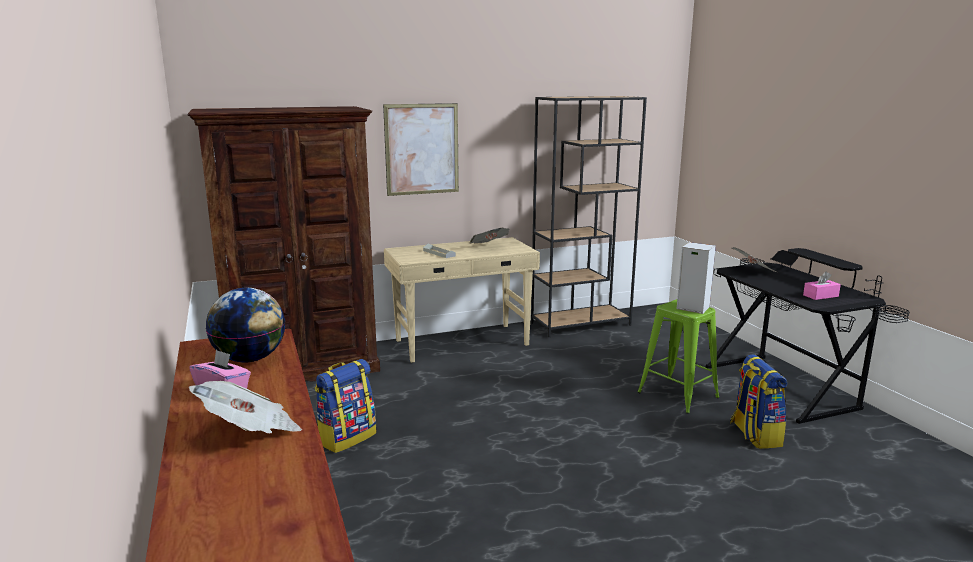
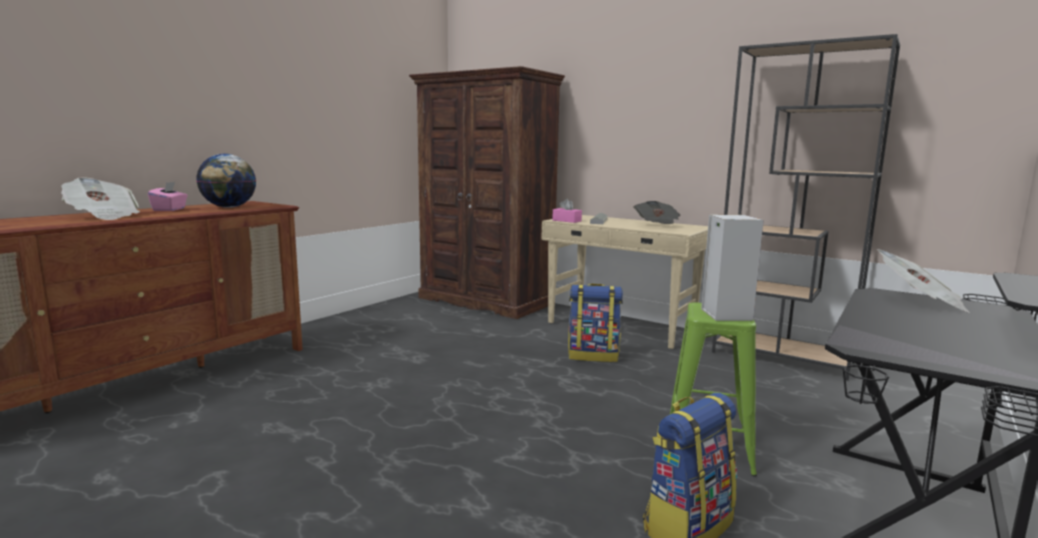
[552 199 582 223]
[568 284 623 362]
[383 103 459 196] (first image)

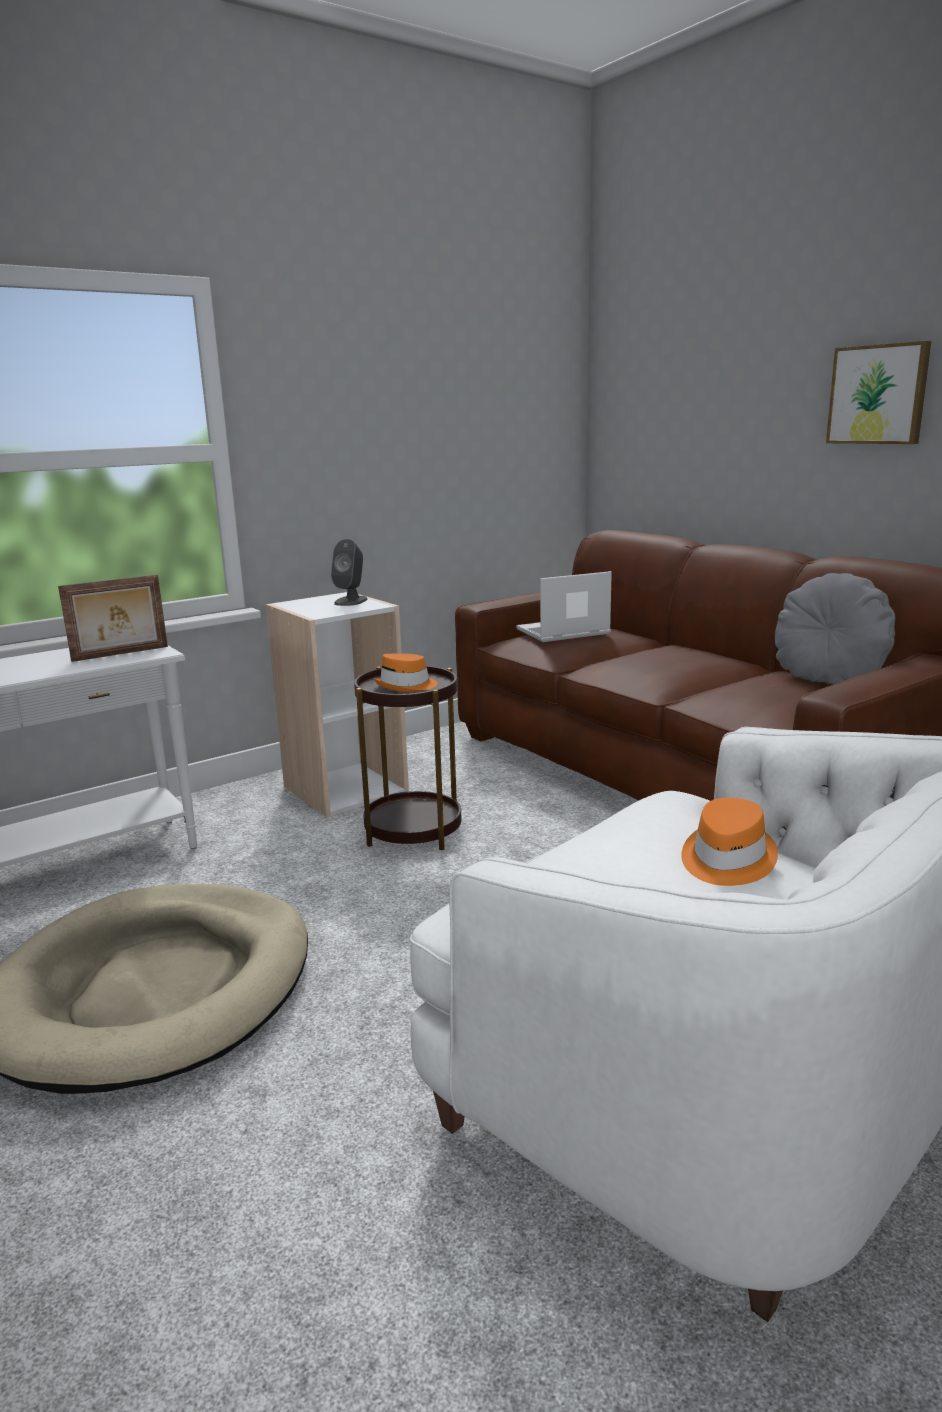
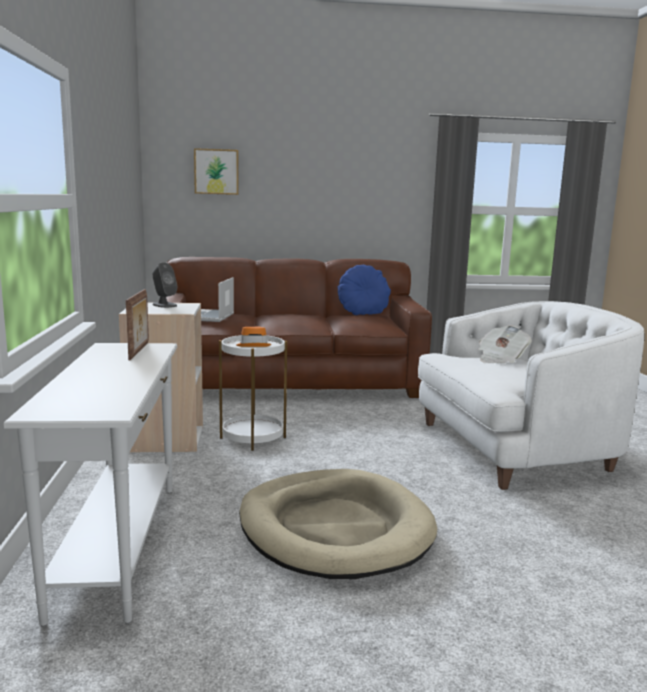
[194 148 239 195]
[219 335 287 451]
[338 265 391 315]
[478 325 532 363]

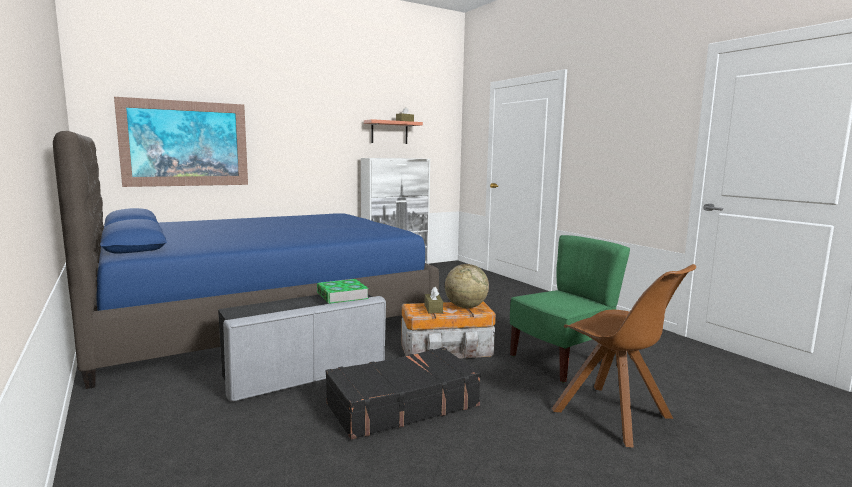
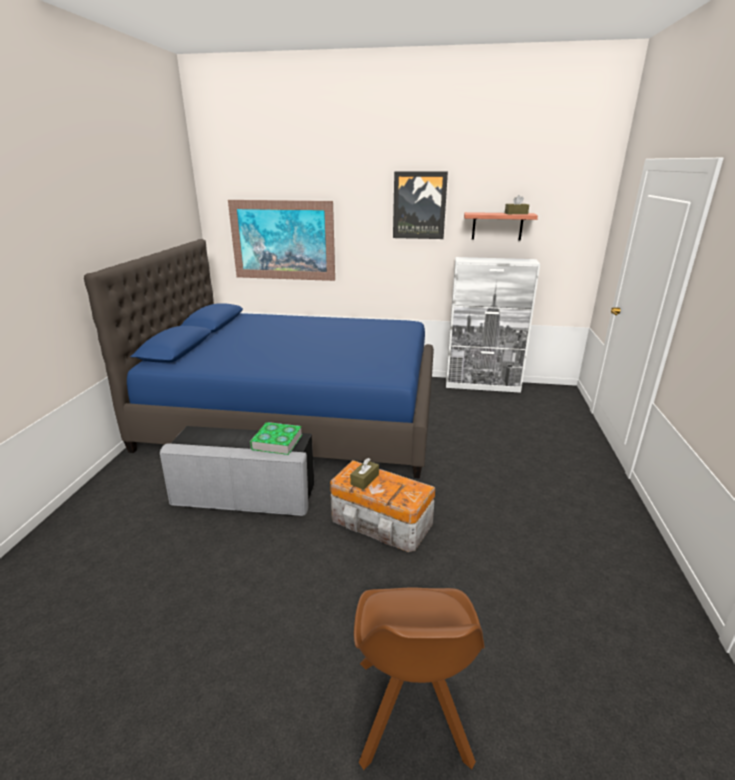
[393 171 448 239]
[326 347 481 440] (first image)
[445 264 489 308] (first image)
[510 235 630 383] (first image)

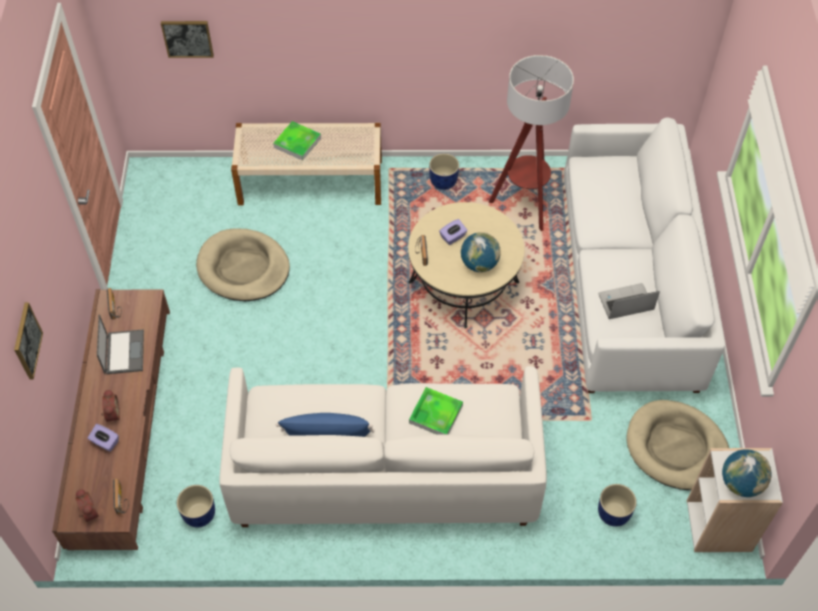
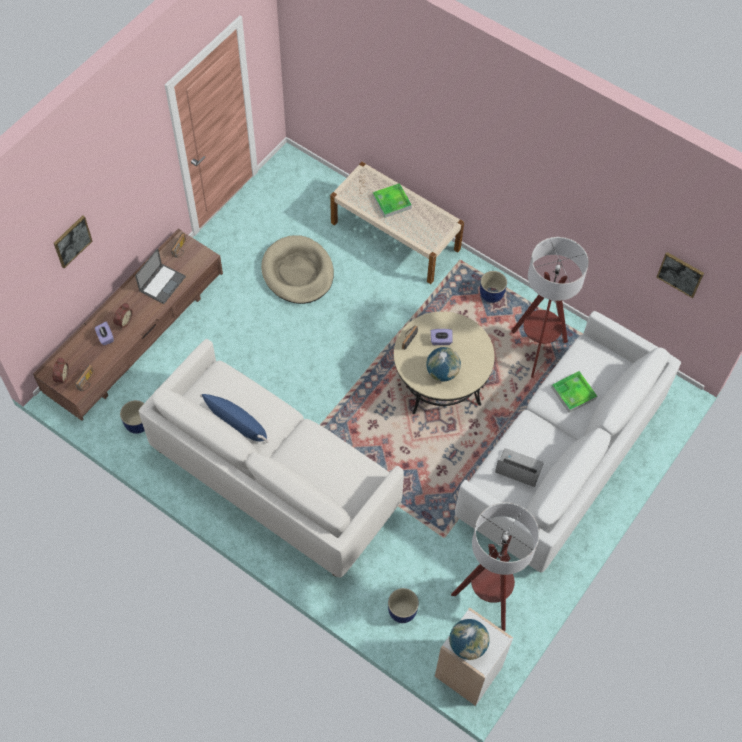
[451 502 539 631]
[551 371 597 413]
[656 252 704 298]

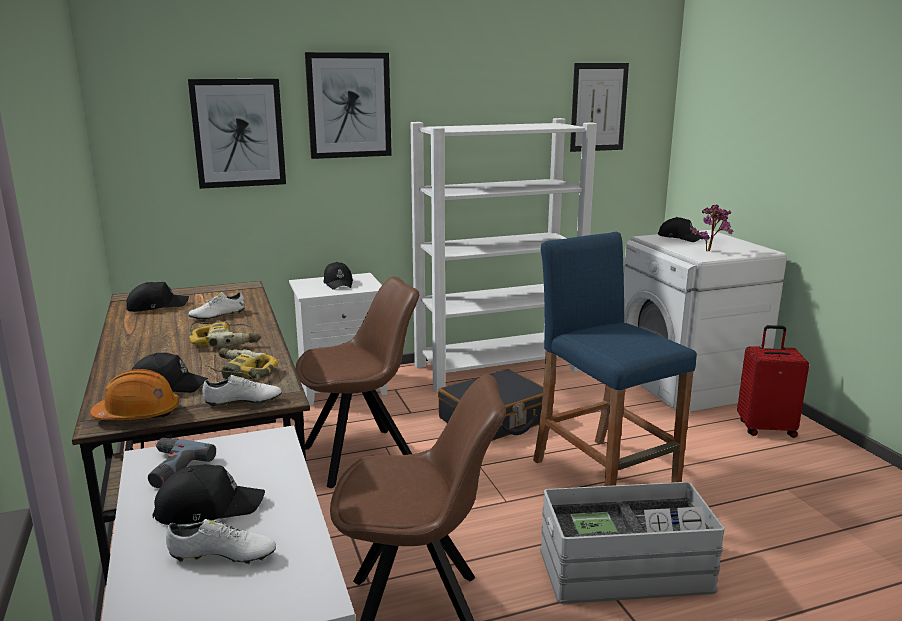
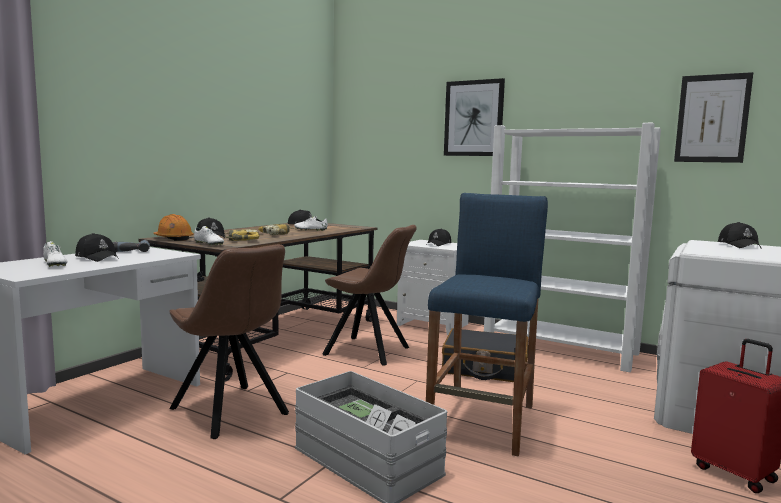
[188 79 286 189] (first image)
[691 204 733 251] (first image)

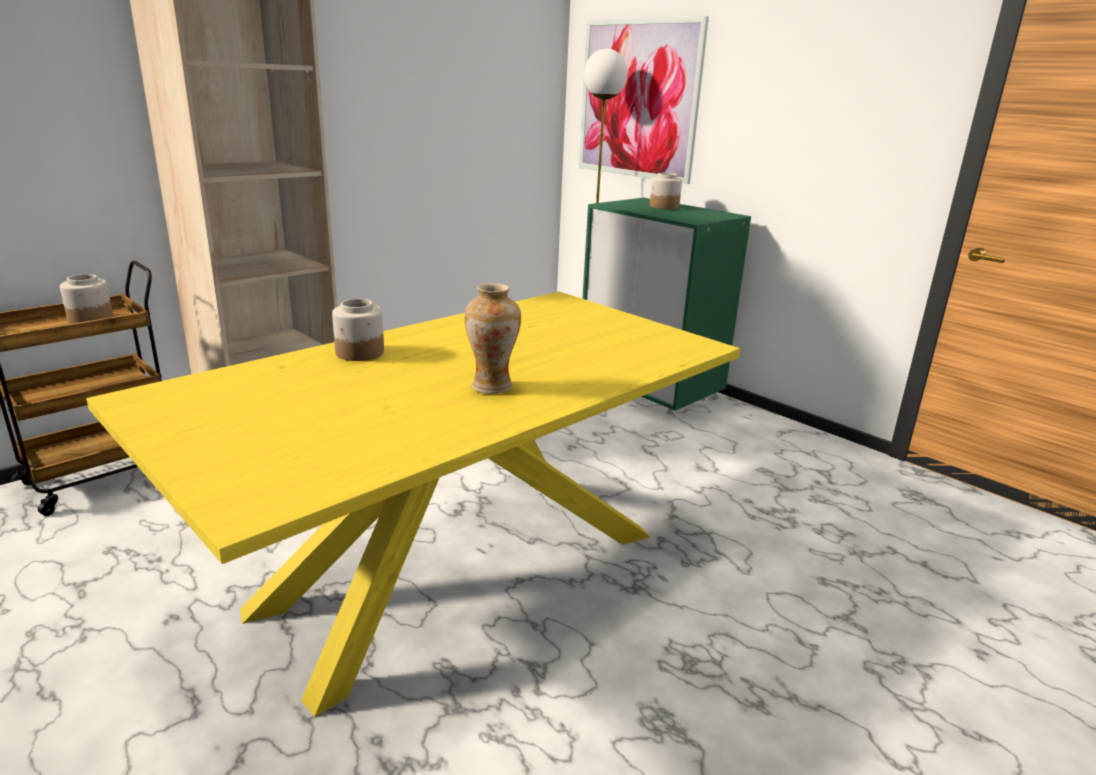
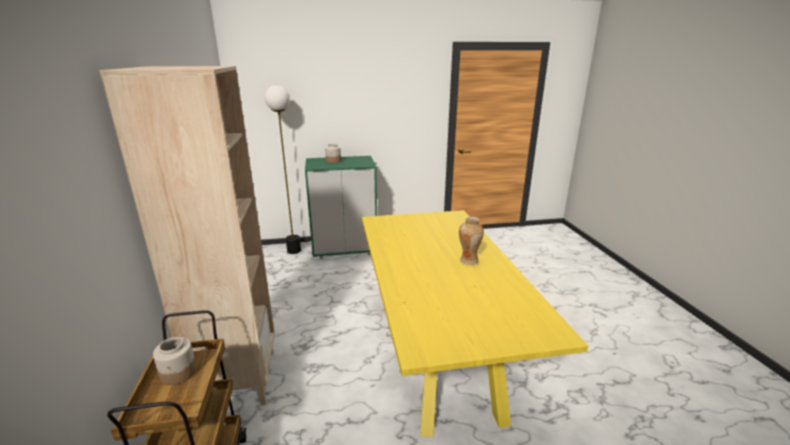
[332 299 384 361] (first image)
[579 16 709 184] (first image)

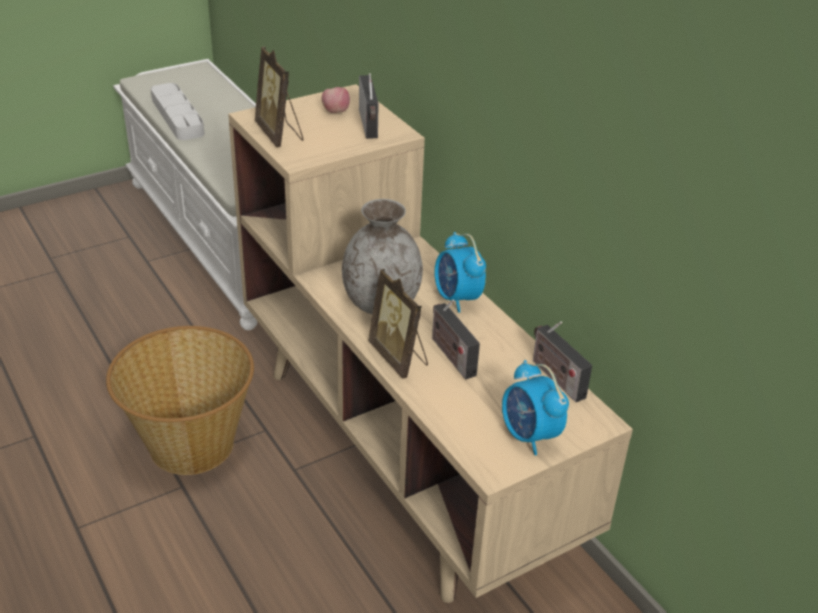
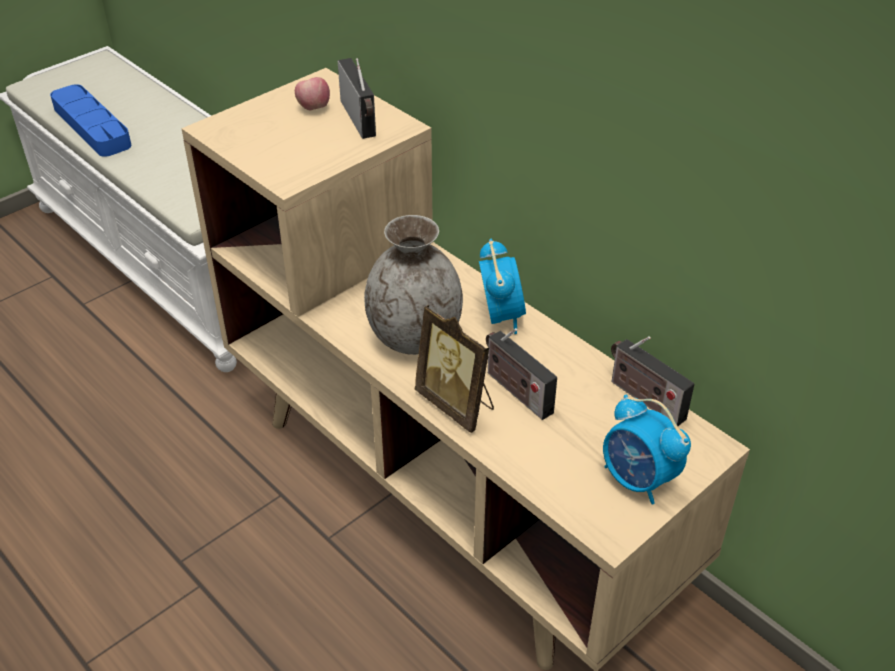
[50 84 131 157]
[479 239 526 334]
[106 326 254 475] (first image)
[255 47 304 147] (first image)

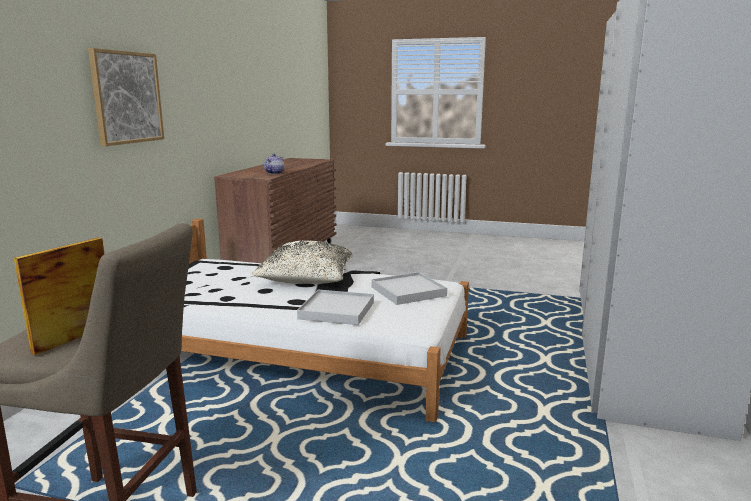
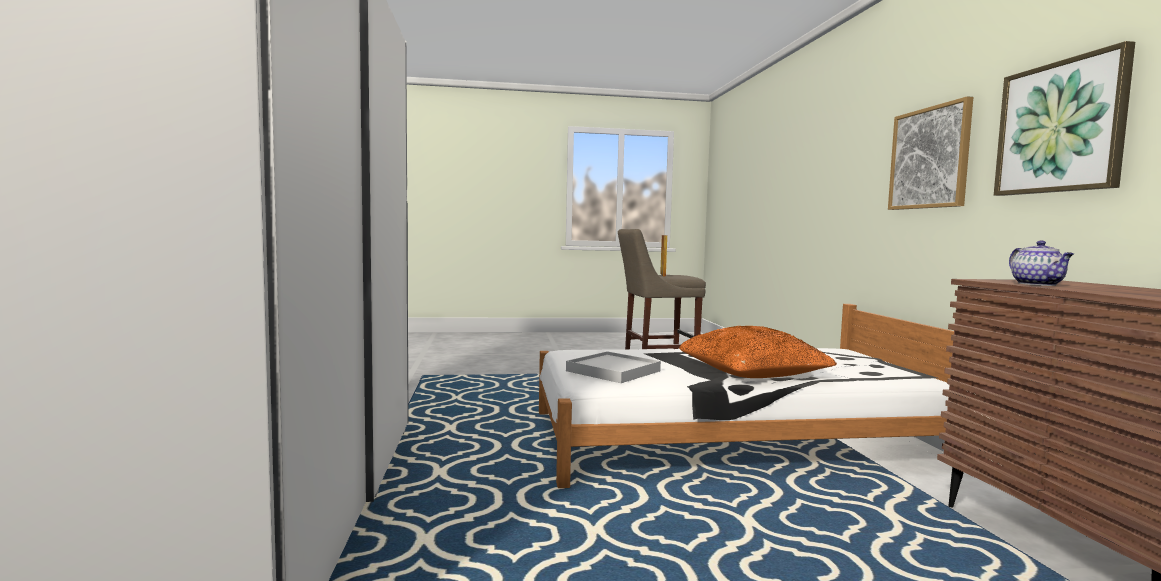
[679 326 836 378]
[994 41 1135 196]
[297 290 374 325] (first image)

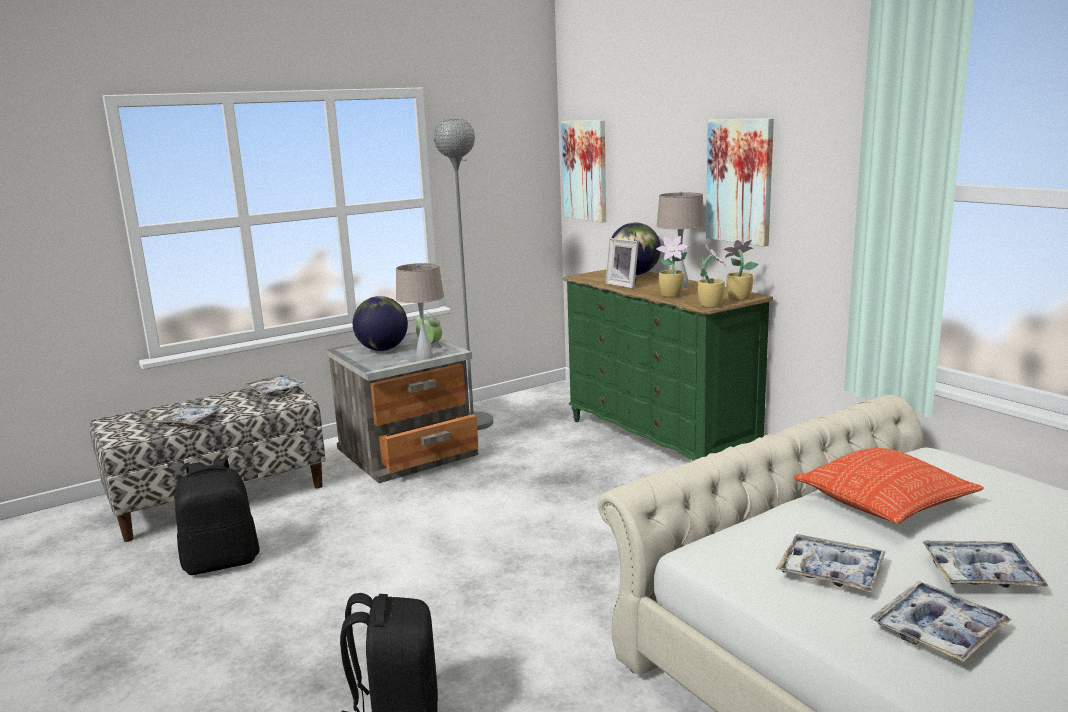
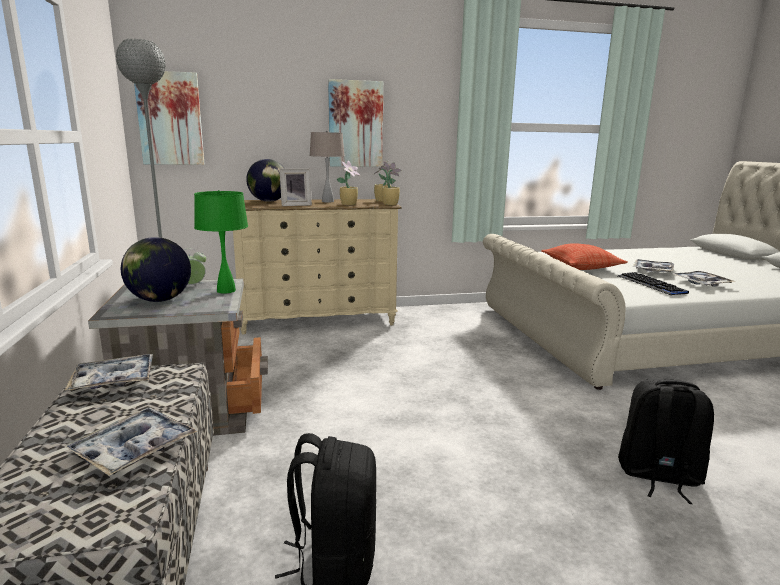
[194 190 248 294]
[233 199 402 335]
[618 272 689 295]

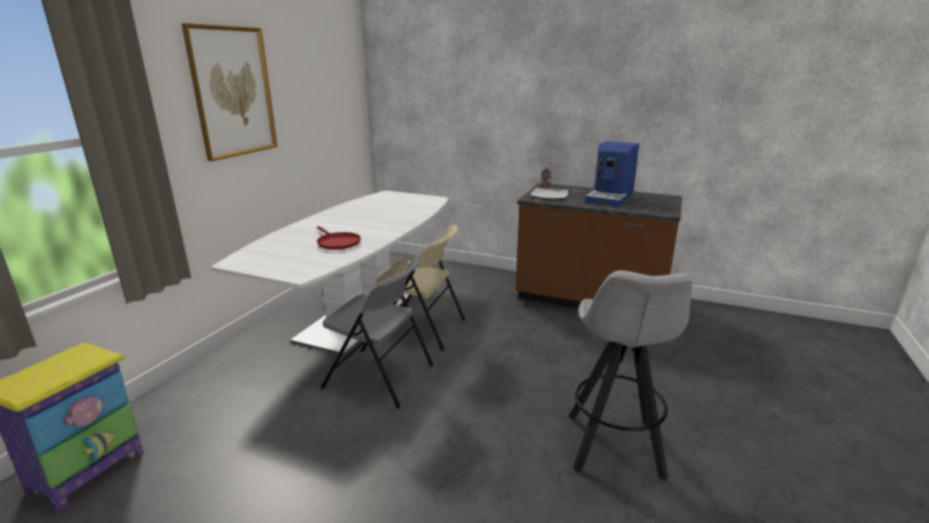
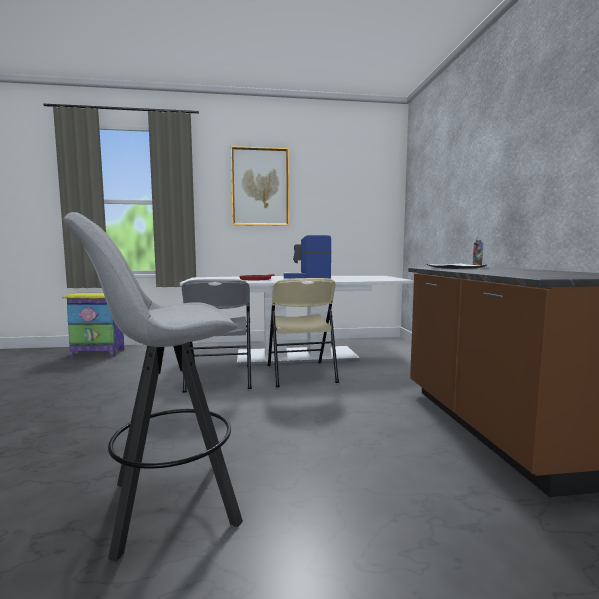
[284 235 331 279]

